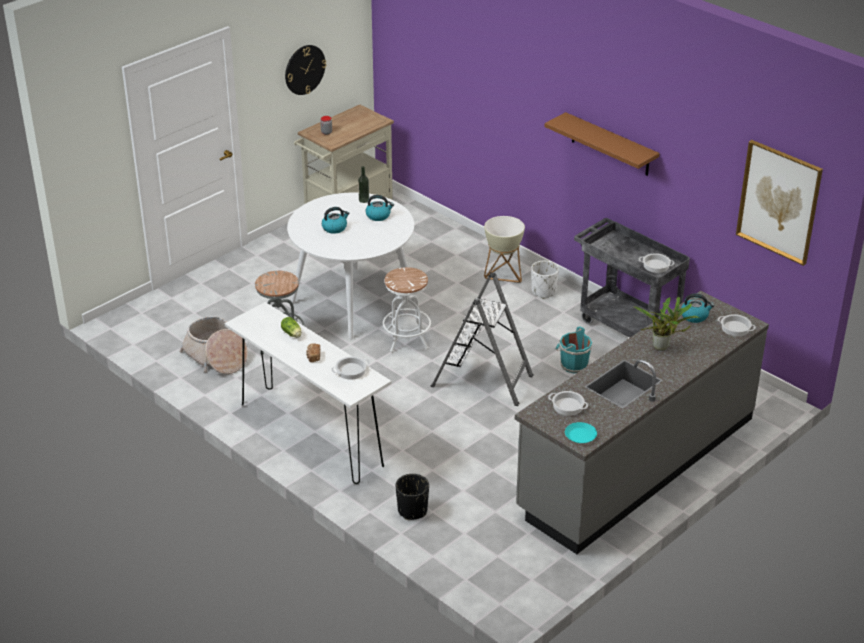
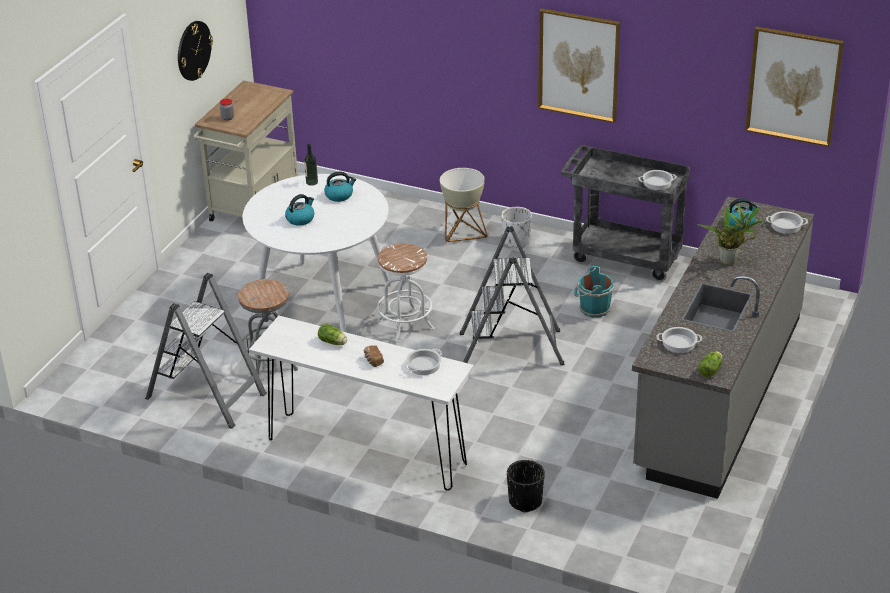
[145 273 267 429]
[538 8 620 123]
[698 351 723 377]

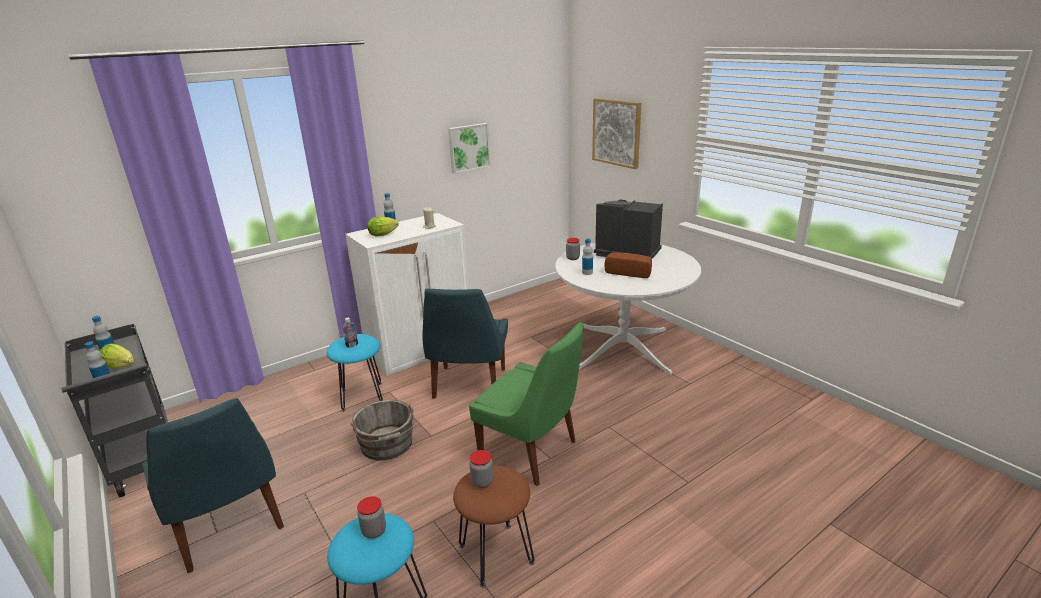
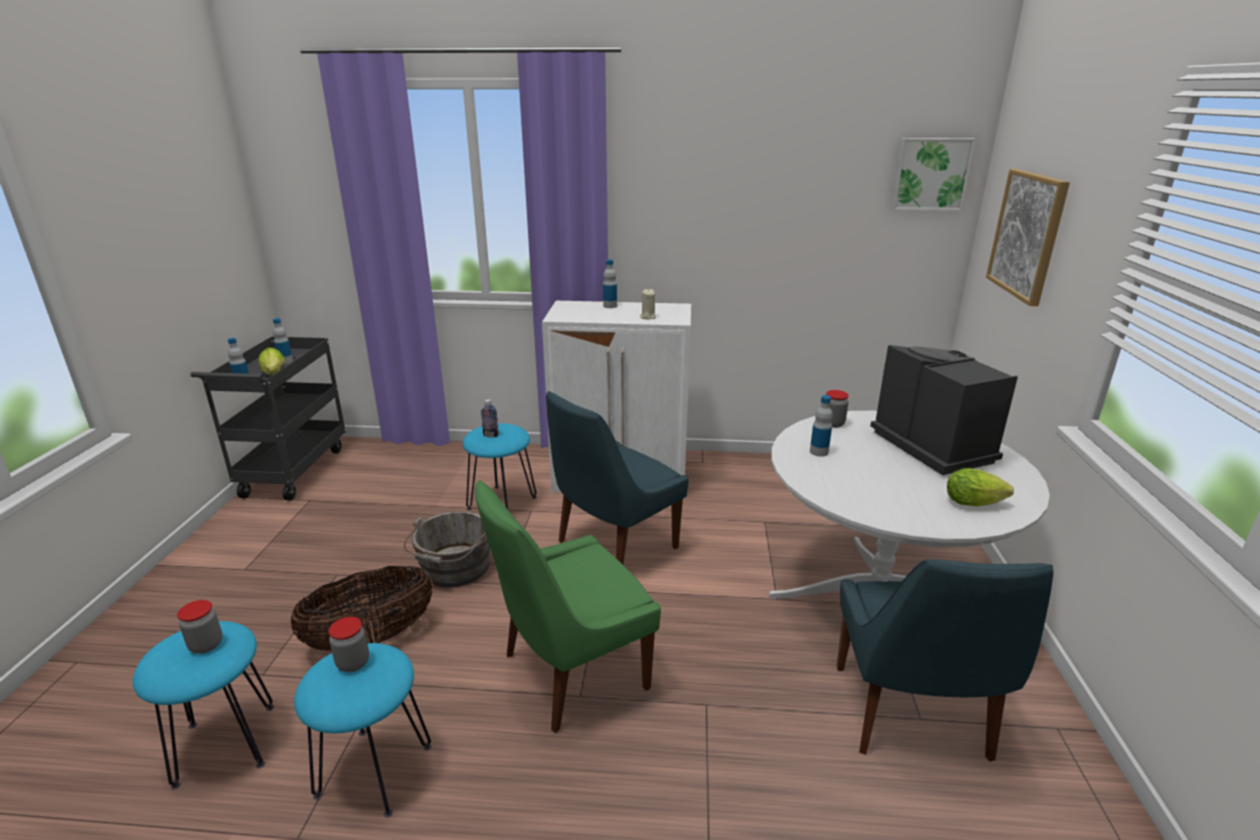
[291 565 433 651]
[294 643 432 817]
[475 480 661 733]
[837 559 1053 762]
[891 138 976 211]
[947 468 1014 506]
[605 252 652 278] (first image)

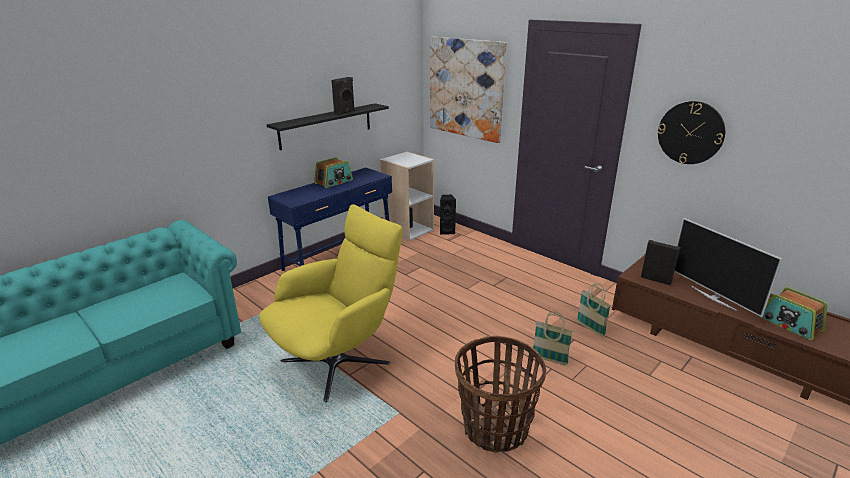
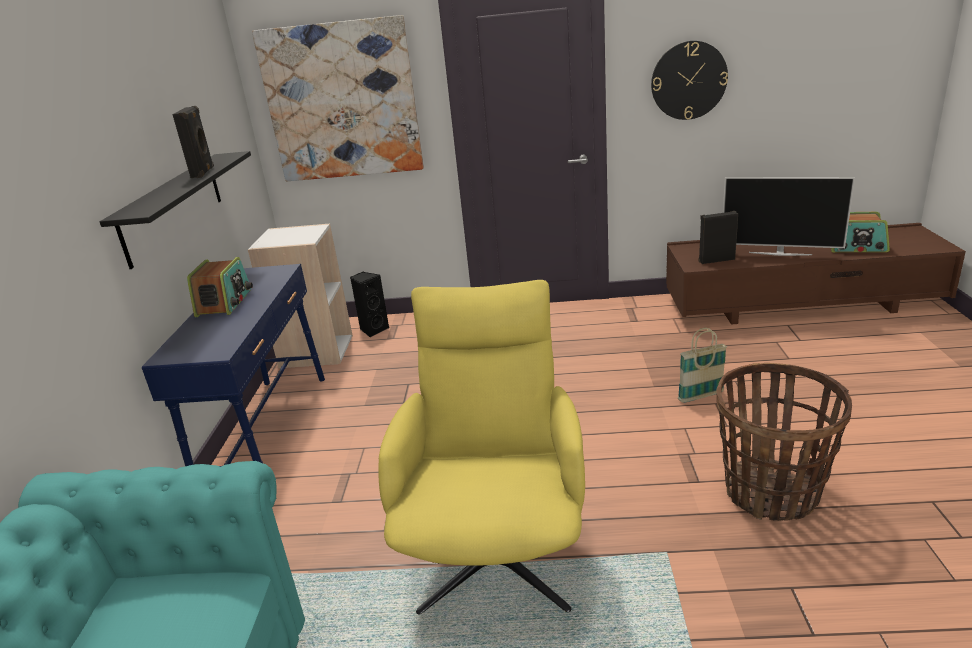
[577 283 611 337] (first image)

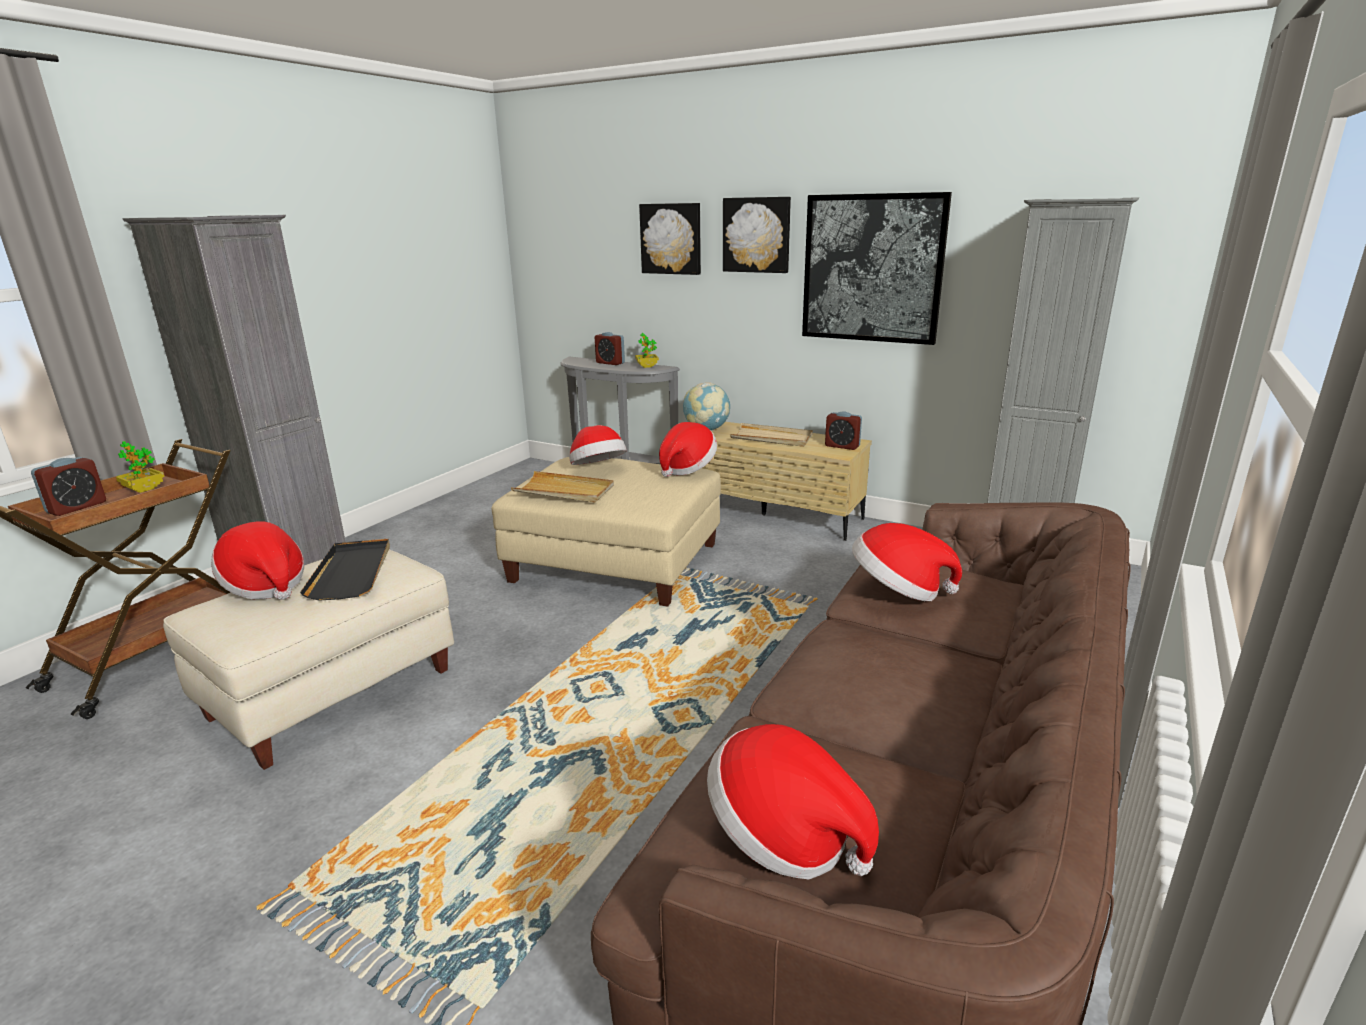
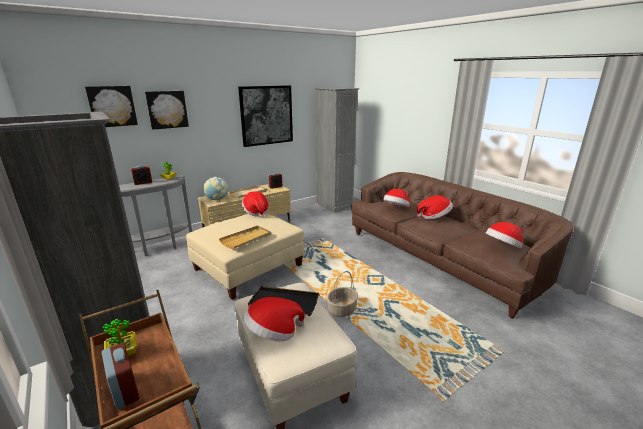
[85 86 138 127]
[327 271 358 317]
[417 195 453 219]

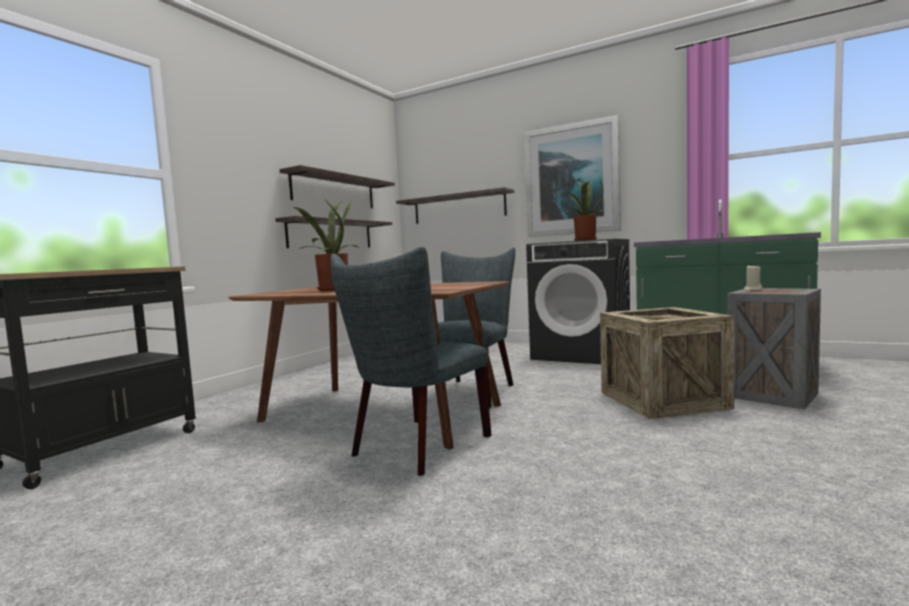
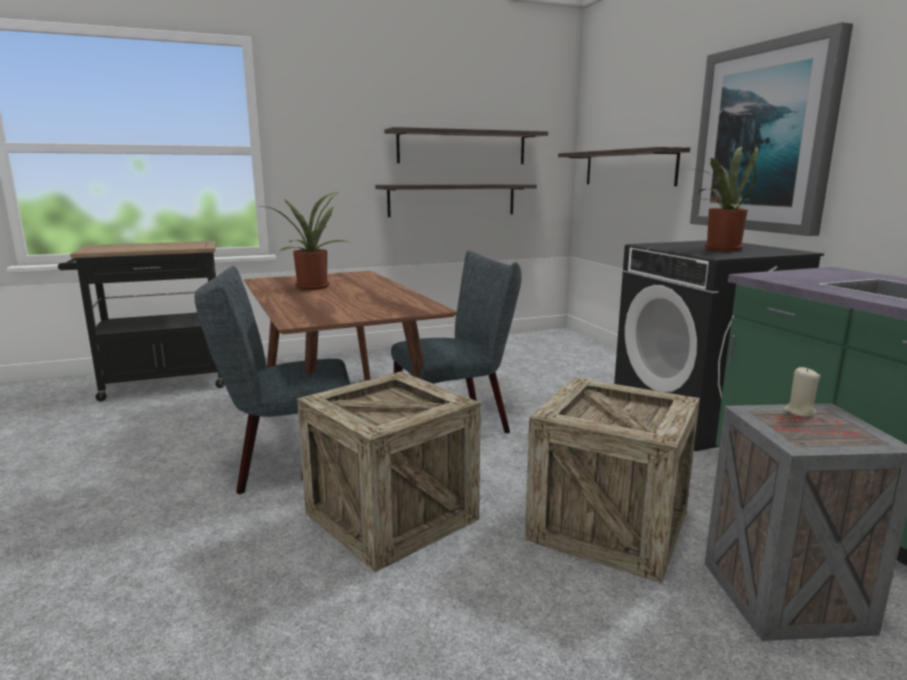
[297 371 481 572]

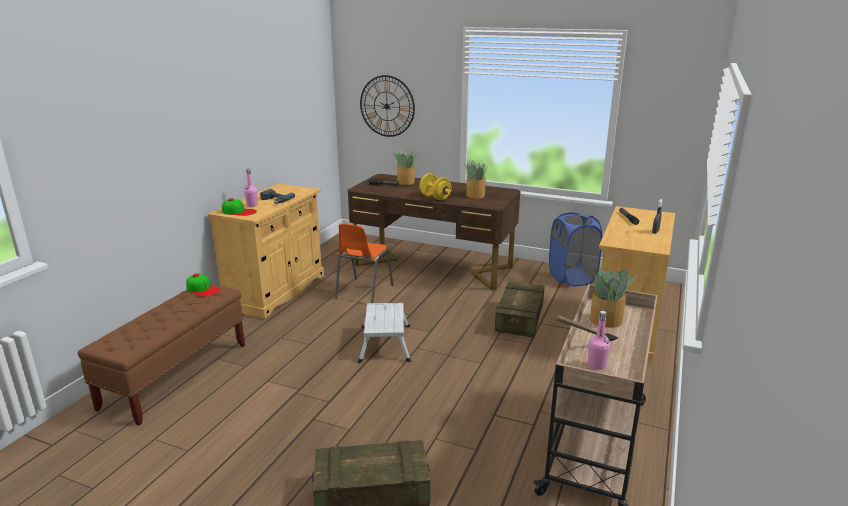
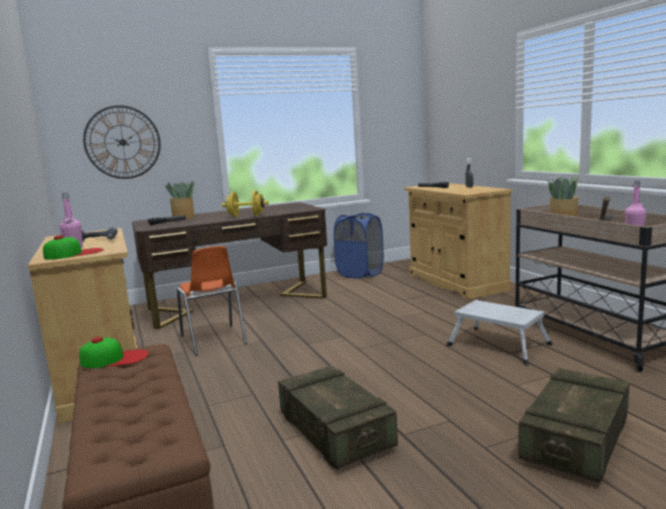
[278 366 398 470]
[446 300 553 365]
[464 160 487 199] (first image)

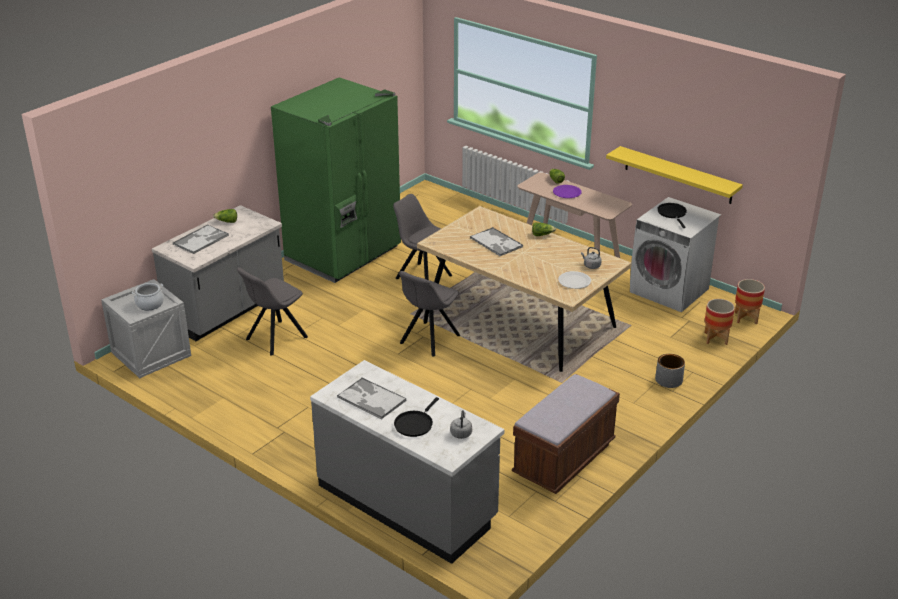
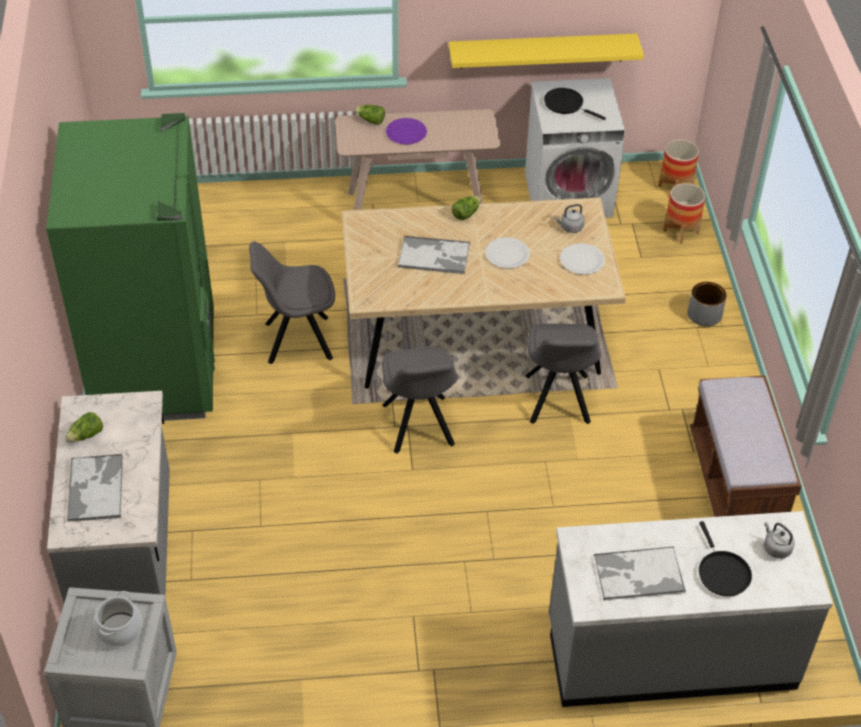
[485 237 530 269]
[525 324 601 424]

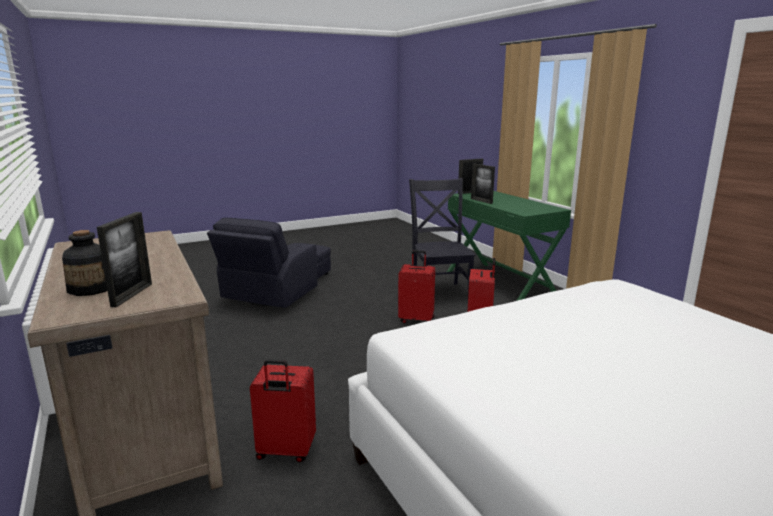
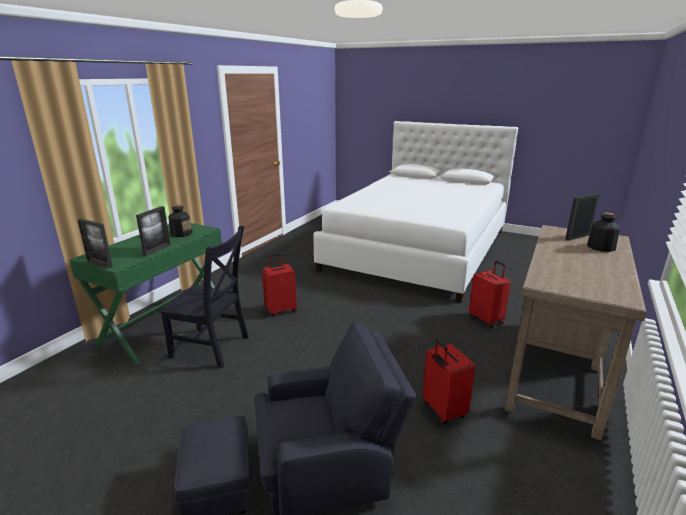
[159 226 249 368]
[168 205 193 237]
[423 339 475 424]

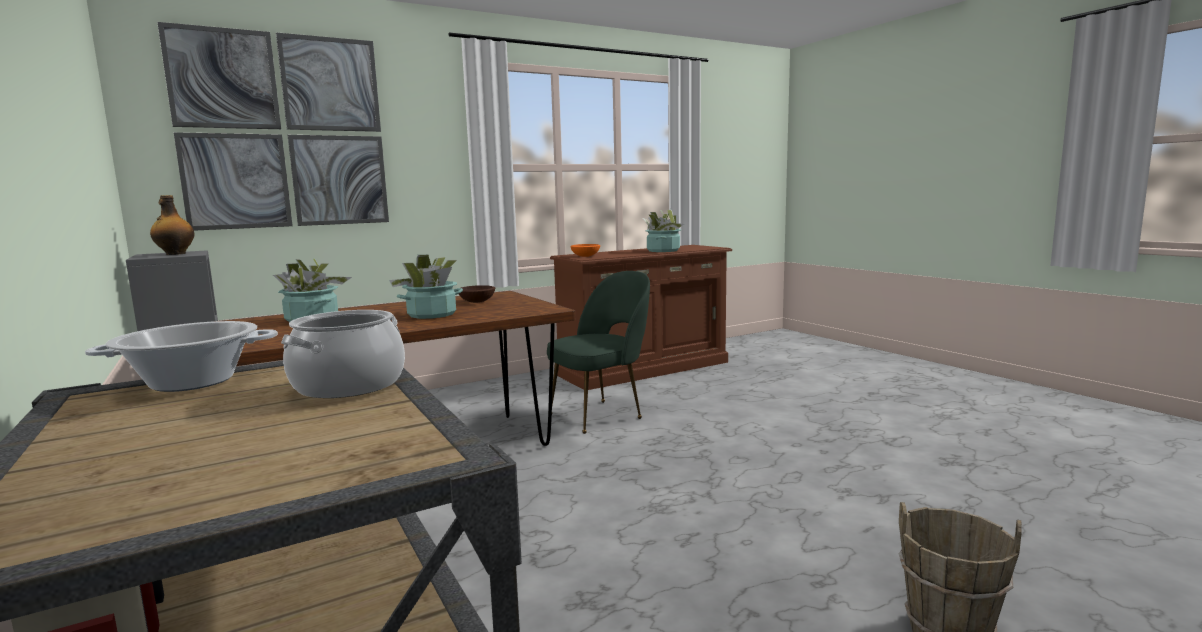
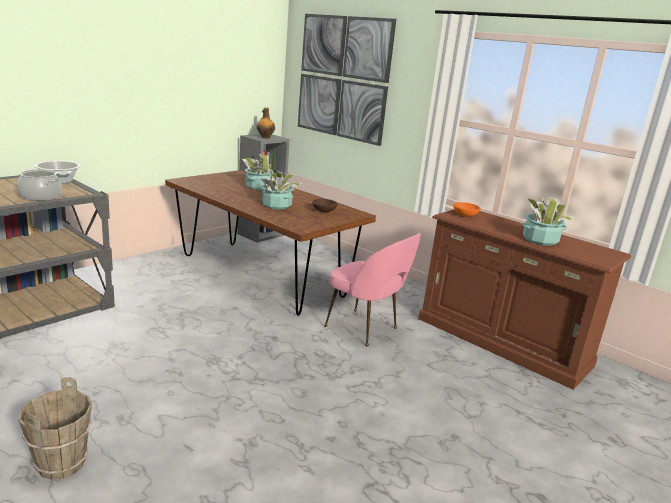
[324 233 421 346]

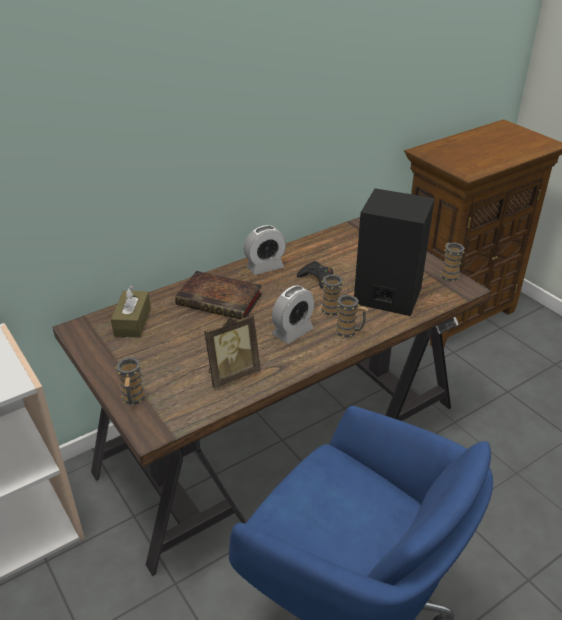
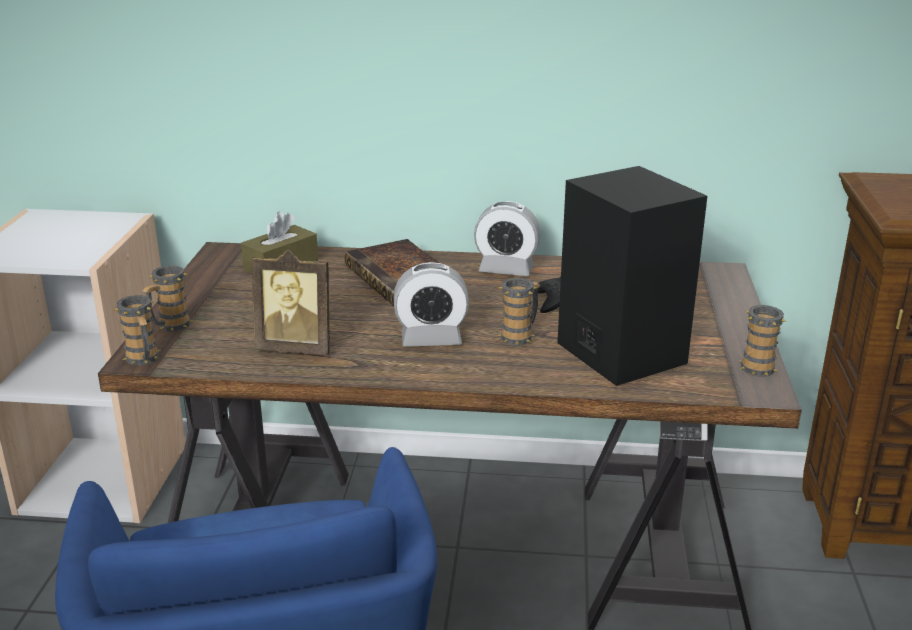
[114 295 161 365]

